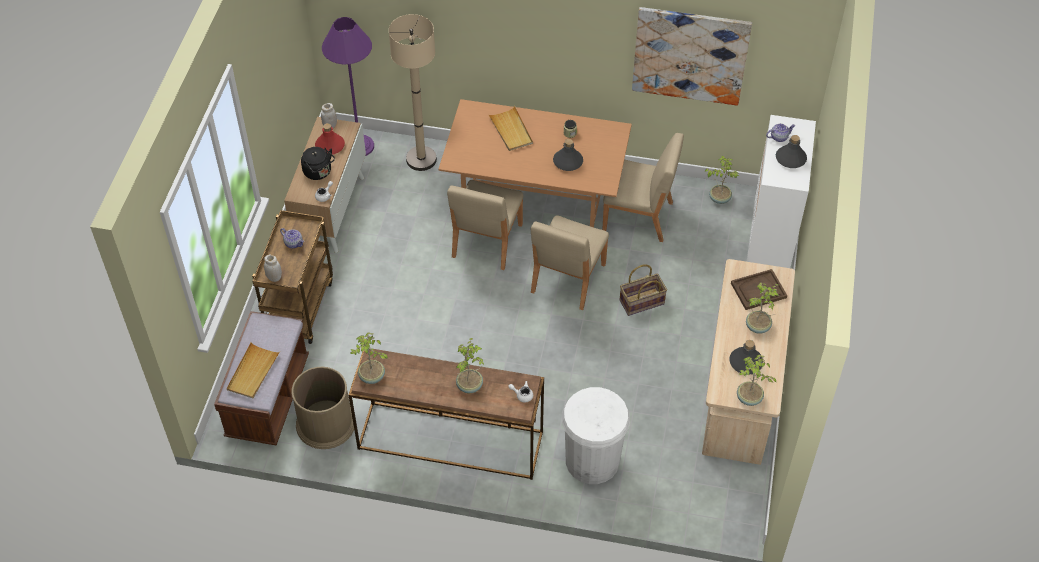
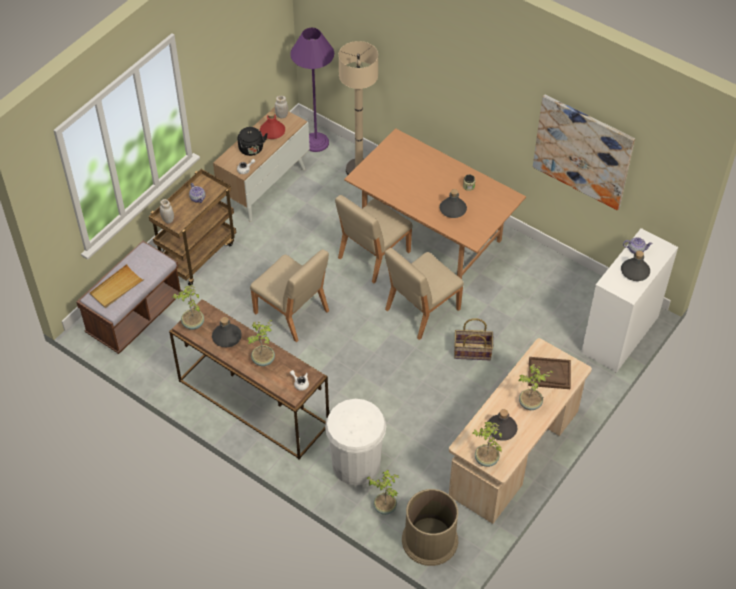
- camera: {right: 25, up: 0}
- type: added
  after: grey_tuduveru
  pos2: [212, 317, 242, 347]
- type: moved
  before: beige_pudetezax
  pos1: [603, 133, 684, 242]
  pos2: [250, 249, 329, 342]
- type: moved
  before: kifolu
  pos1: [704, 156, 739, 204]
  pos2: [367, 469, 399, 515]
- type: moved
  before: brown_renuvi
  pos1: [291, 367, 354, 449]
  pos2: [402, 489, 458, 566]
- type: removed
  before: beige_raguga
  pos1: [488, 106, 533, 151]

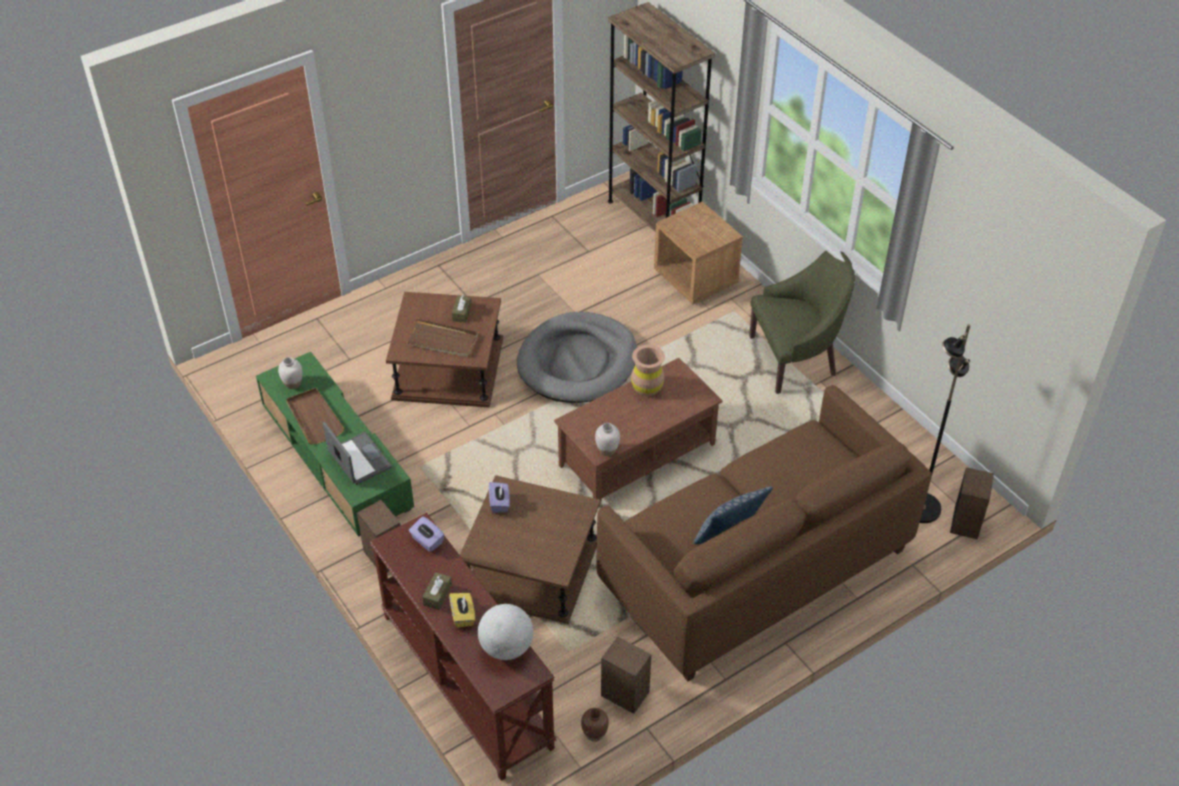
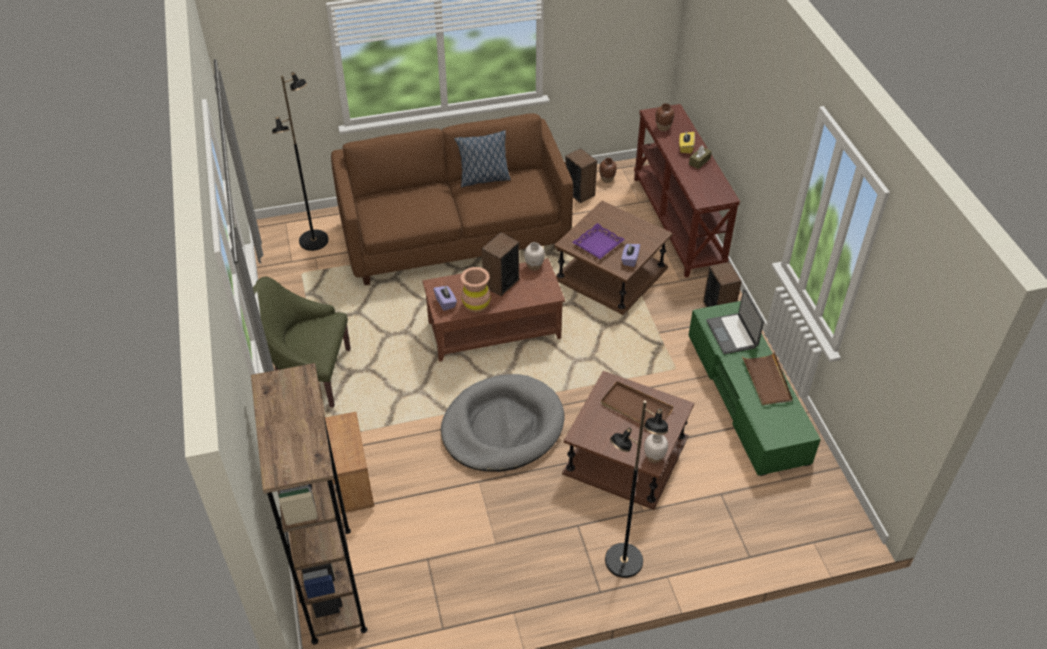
- camera: {right: -160, up: 0}
- type: moved
  before: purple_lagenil
  pos1: [409, 517, 444, 552]
  pos2: [434, 285, 457, 311]
- type: moved
  before: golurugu
  pos1: [950, 467, 994, 539]
  pos2: [482, 232, 519, 296]
- type: added
  after: purple_raguga
  pos2: [572, 223, 625, 259]
- type: added
  after: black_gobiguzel
  pos2: [605, 400, 668, 578]
- type: moved
  before: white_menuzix
  pos1: [278, 357, 302, 389]
  pos2: [644, 434, 668, 463]
- type: replaced
  before: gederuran
  after: brown_menuzix
  pos1: [478, 604, 533, 660]
  pos2: [655, 103, 674, 131]
- type: removed
  before: brown_lagenil
  pos1: [452, 295, 472, 323]

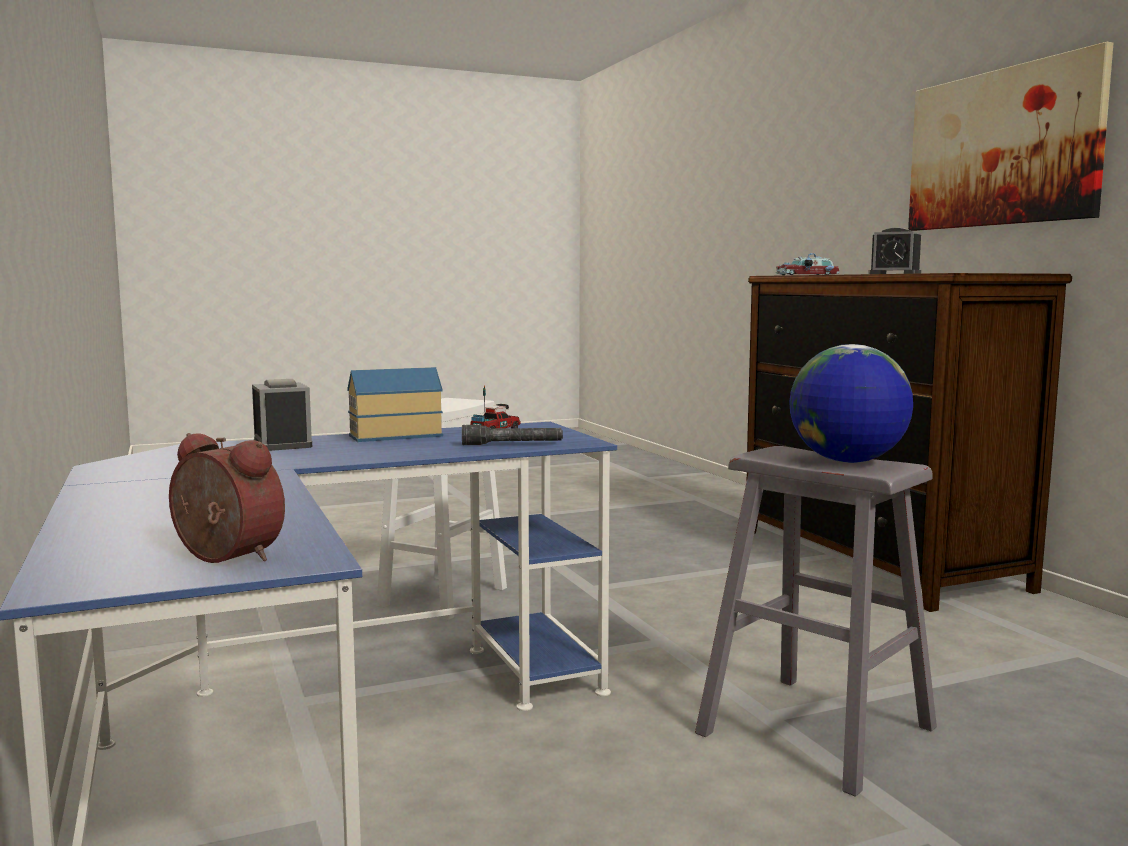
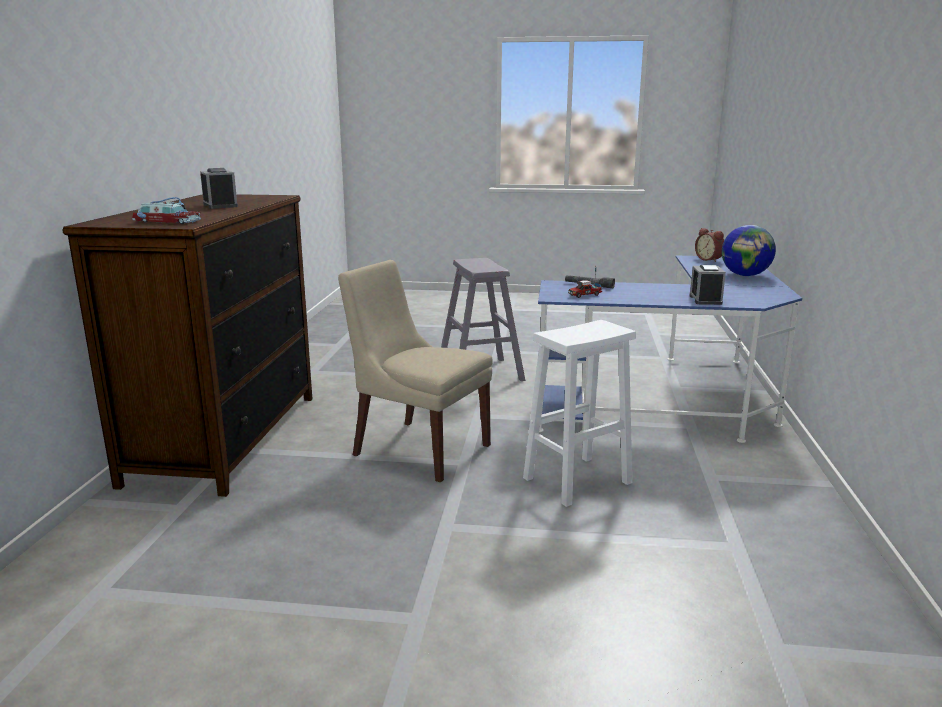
- camera: {right: -150, up: 10}
- type: added
  after: beige_pudetezax
  pos2: [338, 260, 493, 482]
- type: moved
  before: gederuran
  pos1: [789, 344, 913, 463]
  pos2: [722, 225, 776, 276]
- type: removed
  before: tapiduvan
  pos1: [347, 367, 443, 442]
- type: removed
  before: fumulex
  pos1: [908, 42, 1113, 231]

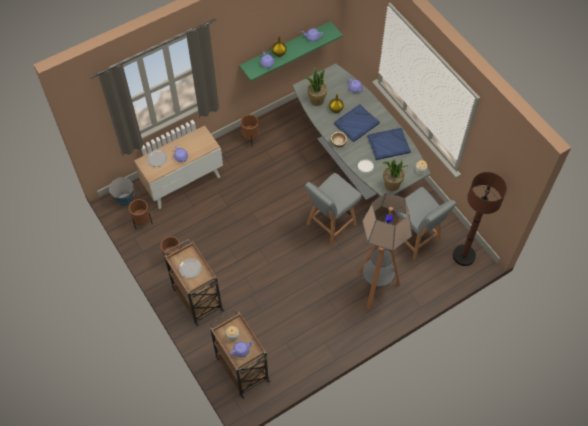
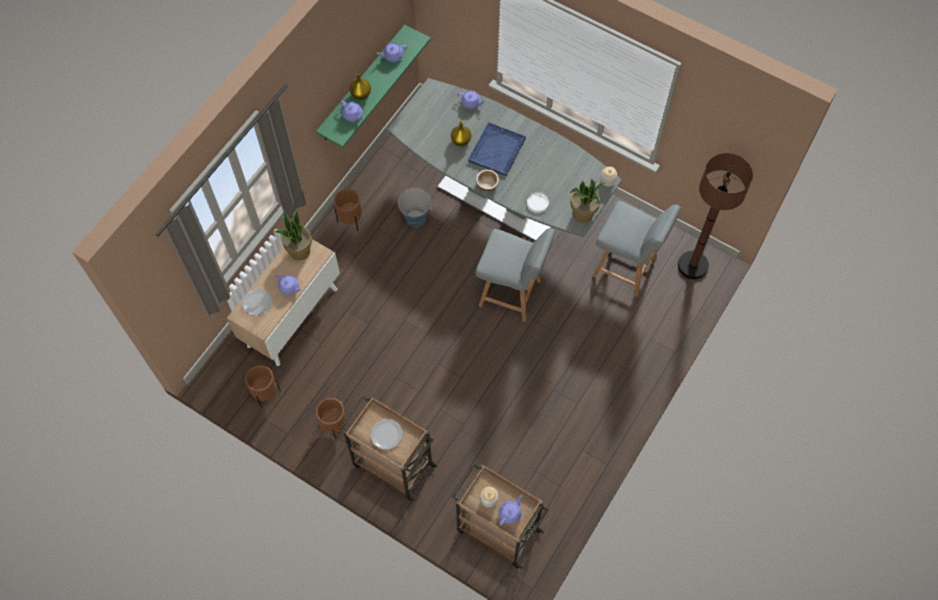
- camera: {right: -25, up: 5}
- type: moved
  before: kifolu
  pos1: [306, 66, 327, 106]
  pos2: [275, 210, 312, 261]
- type: moved
  before: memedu
  pos1: [109, 177, 135, 206]
  pos2: [398, 188, 432, 227]
- type: turned
  before: grey_pudetezax
  pos1: [305, 173, 362, 246]
  pos2: [476, 229, 555, 322]
  turn: -90
- type: removed
  before: gobiguzel
  pos1: [358, 193, 412, 309]
- type: removed
  before: blue_raguga
  pos1: [367, 128, 411, 160]

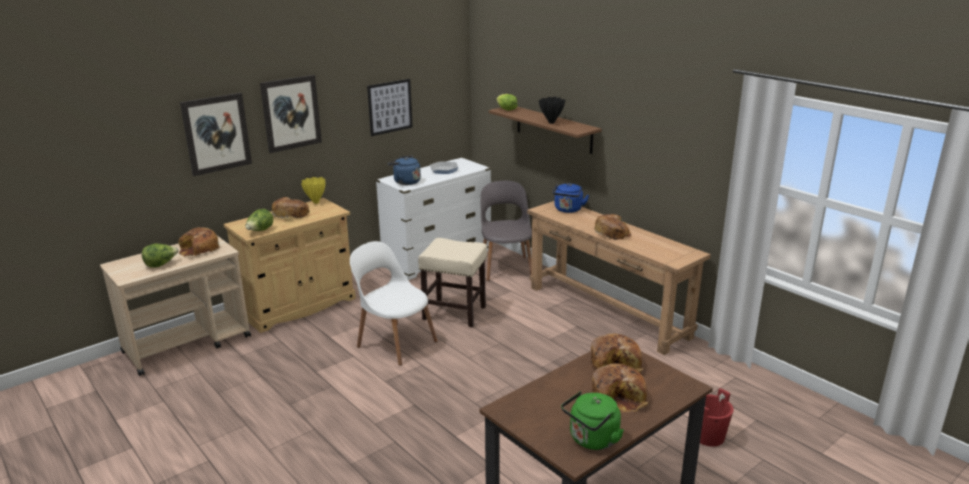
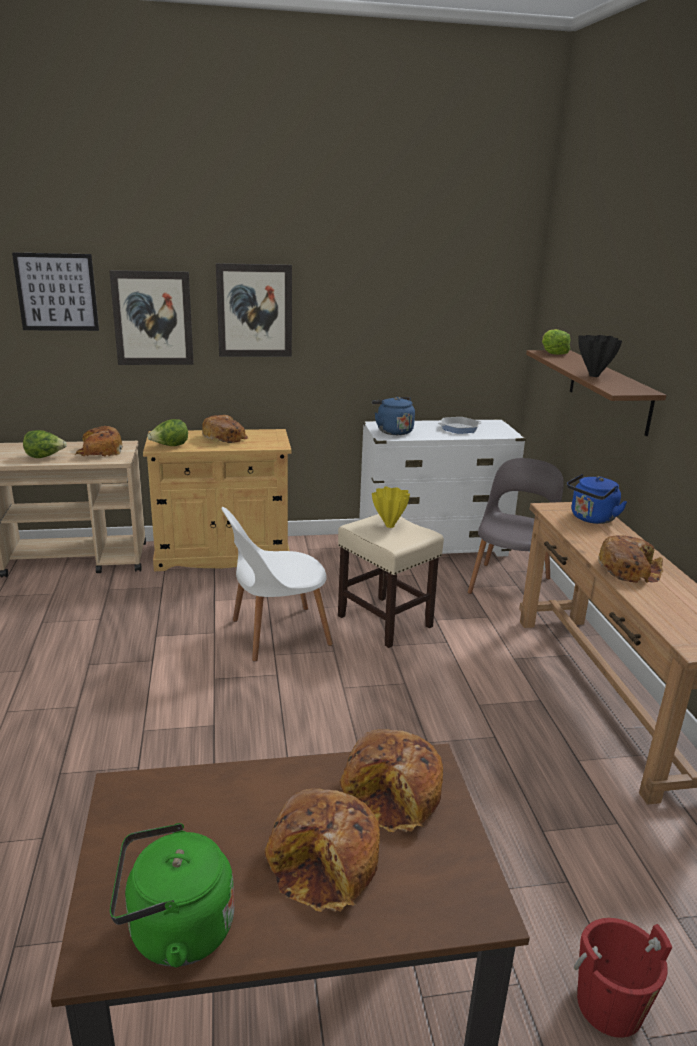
- camera: {right: 30, up: 0}
- type: moved
  before: fumulex
  pos1: [367, 79, 413, 136]
  pos2: [12, 252, 99, 331]
- type: turned
  before: white_pudetezax
  pos1: [350, 241, 438, 366]
  pos2: [221, 507, 333, 661]
  turn: -90
- type: moved
  before: yellow_menuzix
  pos1: [301, 177, 325, 204]
  pos2: [372, 486, 410, 528]

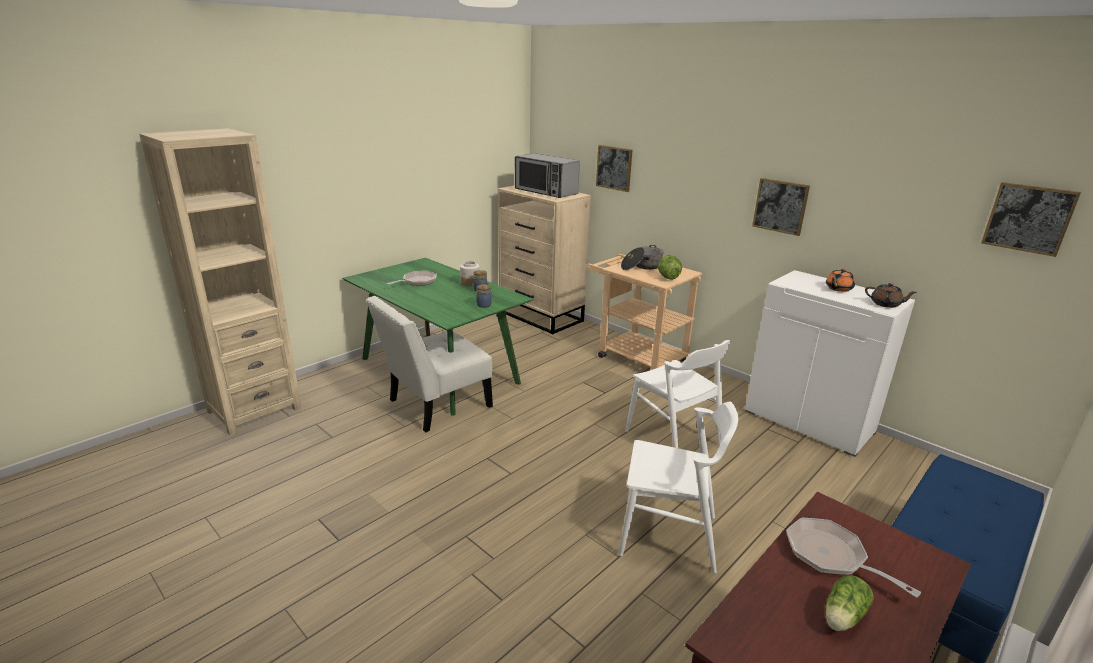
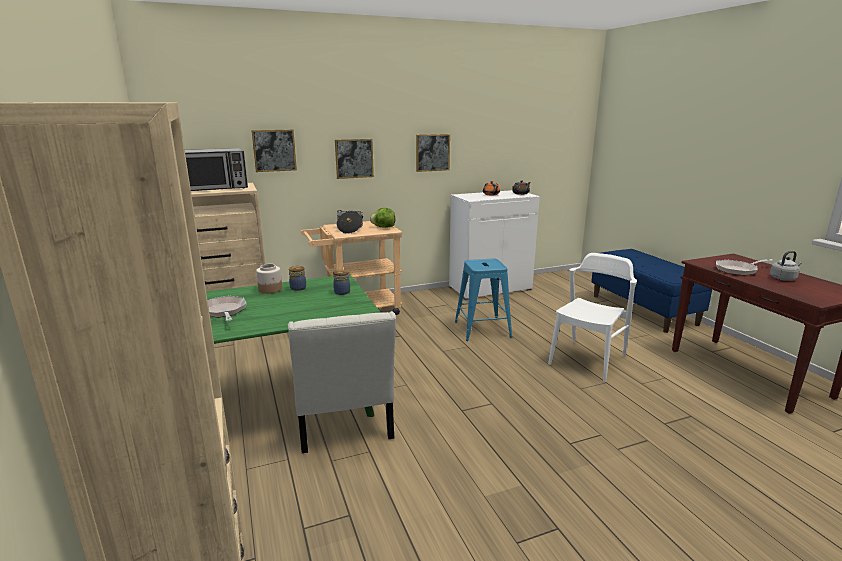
- camera: {right: -65, up: -5}
- type: moved
  before: fumulex
  pos1: [981, 182, 1081, 257]
  pos2: [335, 139, 374, 179]
- type: replaced
  before: white_pudetezax
  after: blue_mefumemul
  pos1: [625, 340, 731, 448]
  pos2: [455, 259, 512, 341]
- type: replaced
  before: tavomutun
  after: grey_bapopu
  pos1: [825, 576, 874, 631]
  pos2: [770, 251, 802, 281]

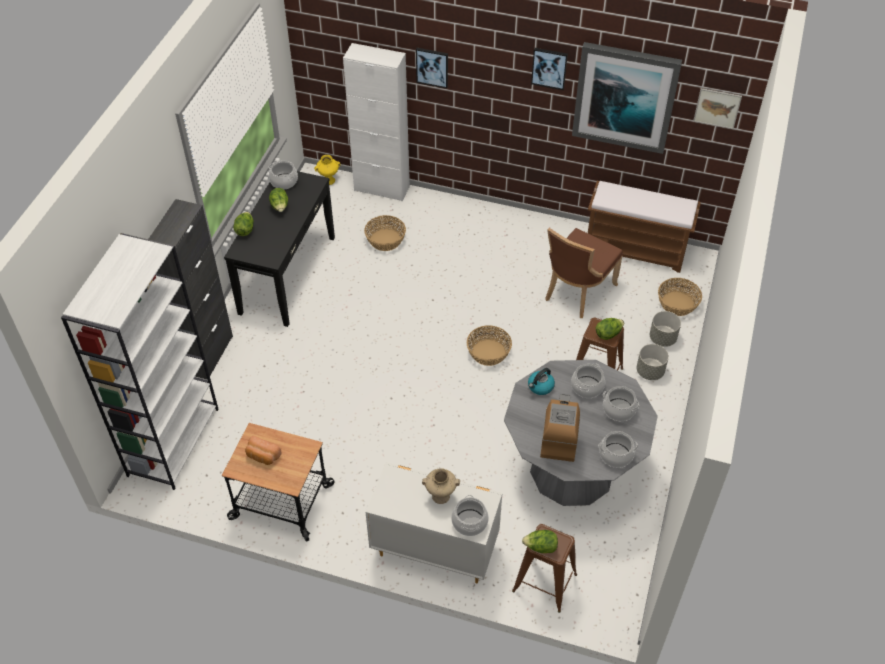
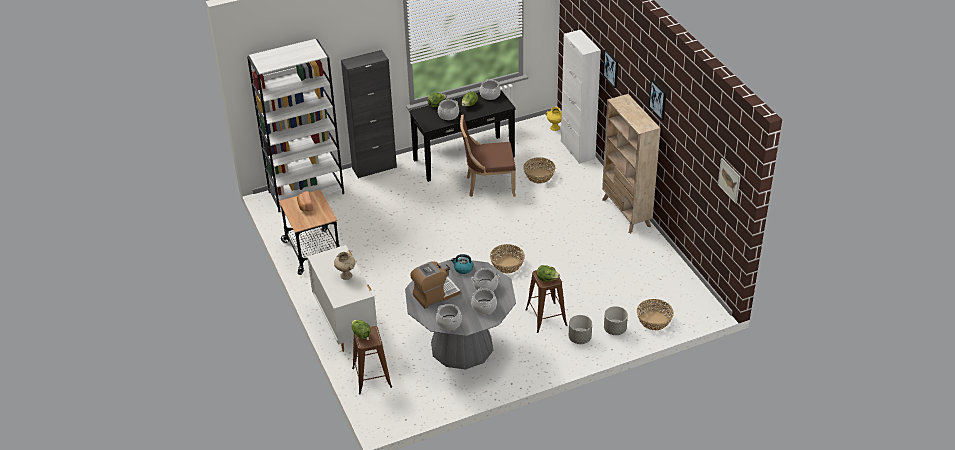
- camera: {right: 50, up: -10}
- type: moved
  before: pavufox
  pos1: [451, 495, 489, 536]
  pos2: [438, 99, 459, 120]
- type: moved
  before: brown_pudetezax
  pos1: [545, 228, 623, 318]
  pos2: [460, 115, 516, 197]
- type: added
  after: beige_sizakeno
  pos2: [602, 94, 661, 233]
- type: removed
  before: fumulex
  pos1: [572, 42, 682, 154]
- type: removed
  before: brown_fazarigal
  pos1: [588, 181, 701, 273]

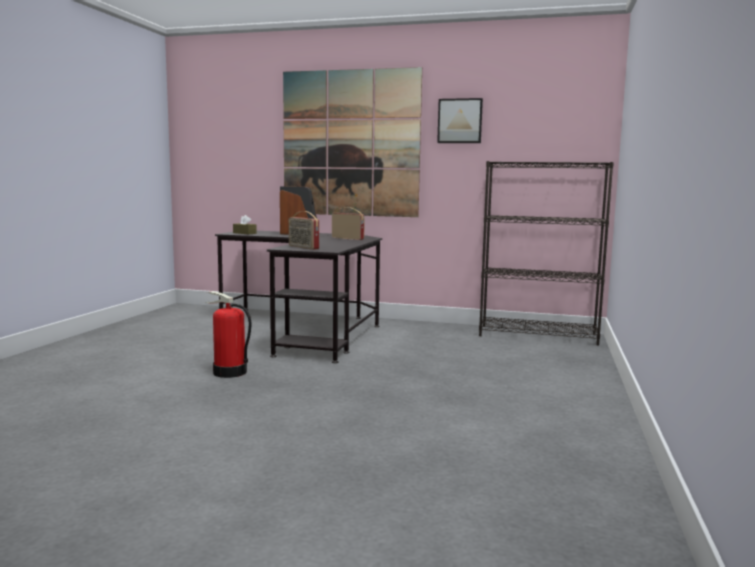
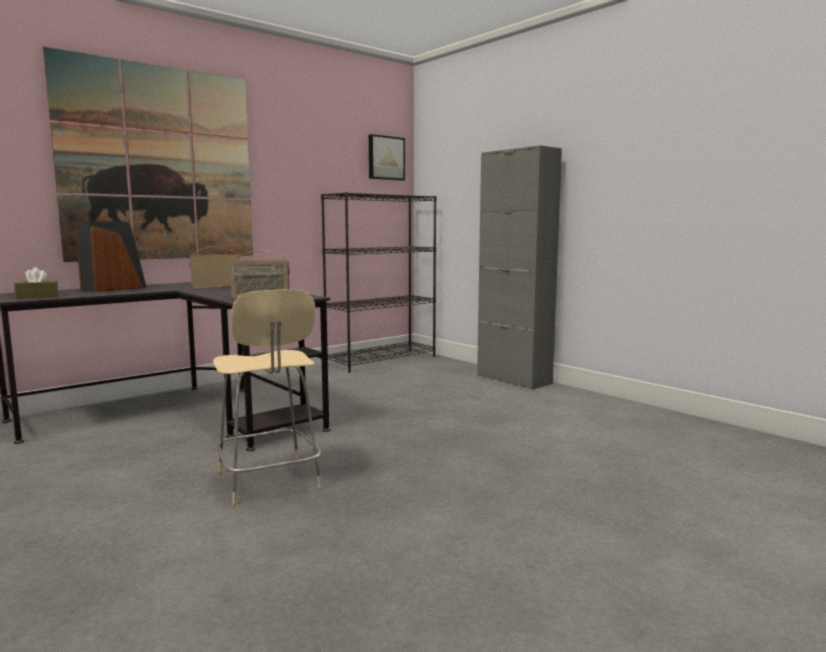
- camera: {right: -55, up: 0}
- type: replaced
  before: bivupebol
  after: beige_pudetezax
  pos1: [205, 291, 251, 378]
  pos2: [213, 289, 322, 505]
- type: moved
  before: fumulex
  pos1: [437, 98, 483, 143]
  pos2: [369, 134, 405, 181]
- type: added
  after: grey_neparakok
  pos2: [477, 145, 562, 390]

